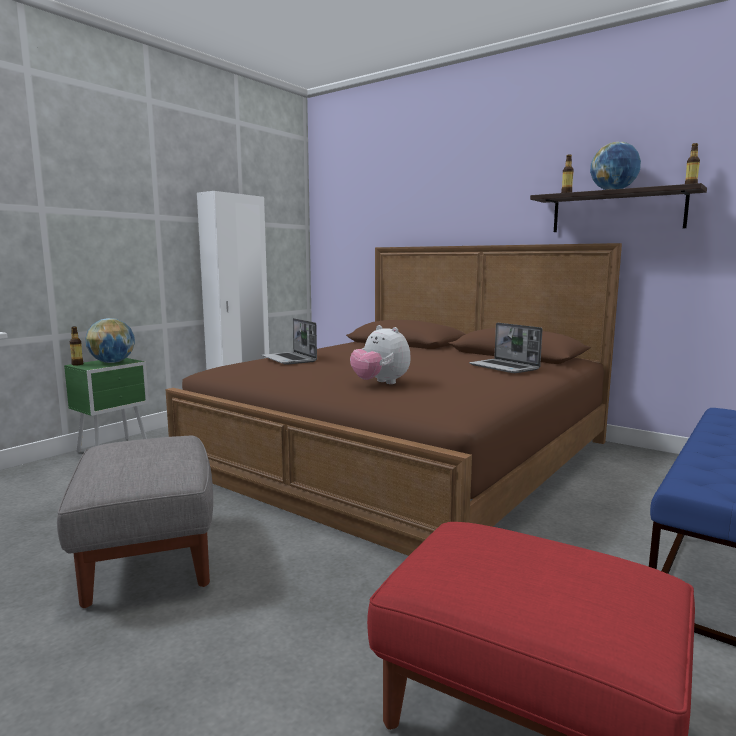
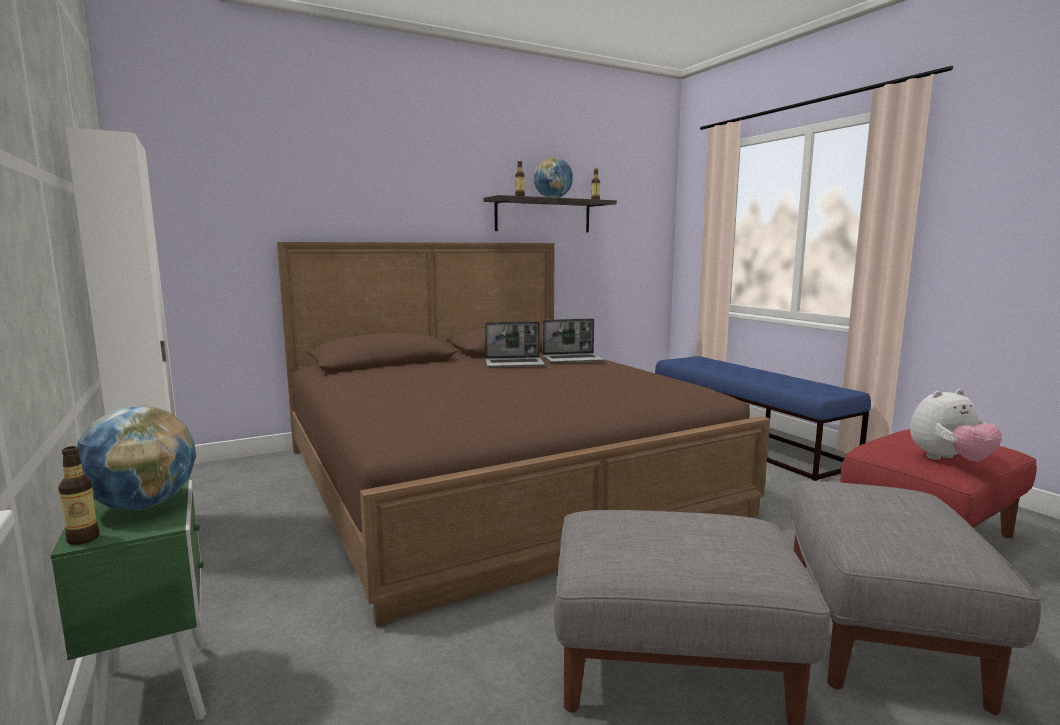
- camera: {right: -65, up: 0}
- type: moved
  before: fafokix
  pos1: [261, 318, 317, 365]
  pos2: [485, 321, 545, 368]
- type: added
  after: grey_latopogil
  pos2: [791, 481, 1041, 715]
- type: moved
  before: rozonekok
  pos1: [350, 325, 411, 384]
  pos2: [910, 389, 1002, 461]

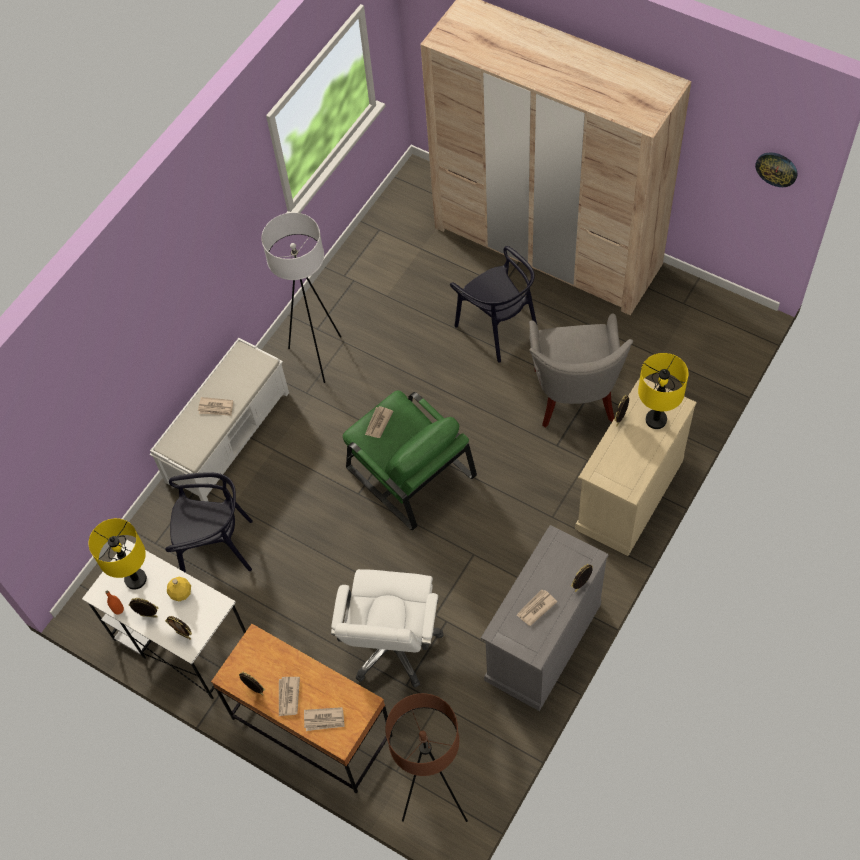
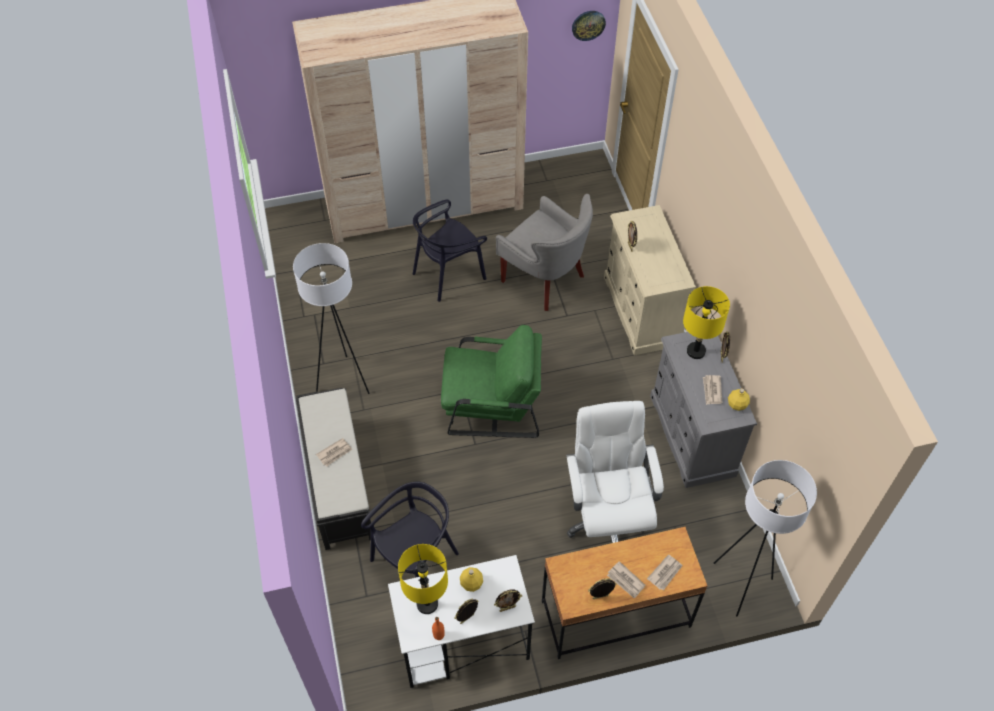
- camera: {right: -50, up: -5}
- type: recoloured
  before: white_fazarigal
  after: black_fazarigal
  pos1: [150, 338, 289, 502]
  pos2: [296, 388, 371, 550]
- type: turned
  before: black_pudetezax
  pos1: [450, 246, 537, 362]
  pos2: [413, 200, 487, 302]
  turn: 135
- type: turned
  before: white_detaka
  pos1: [331, 569, 444, 688]
  pos2: [566, 401, 664, 543]
  turn: -150
- type: moved
  before: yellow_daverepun
  pos1: [638, 353, 688, 429]
  pos2: [683, 286, 730, 359]
- type: recoloured
  before: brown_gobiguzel
  after: white_gobiguzel
  pos1: [385, 693, 468, 822]
  pos2: [714, 460, 817, 616]
- type: added
  after: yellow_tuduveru
  pos2: [728, 388, 750, 411]
- type: removed
  before: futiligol
  pos1: [365, 406, 393, 438]

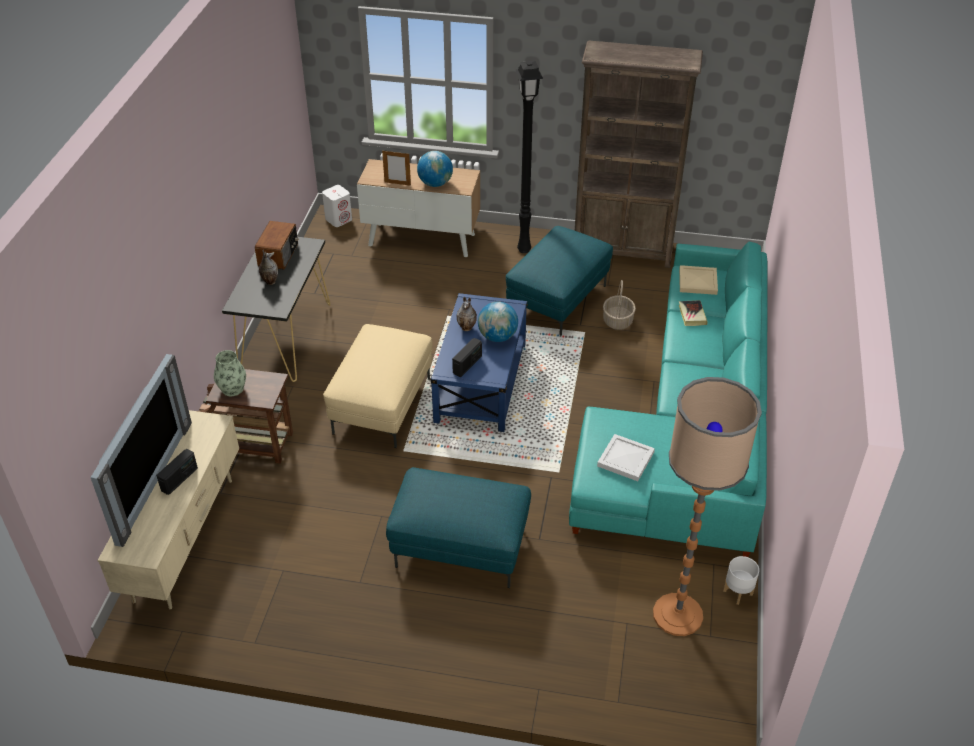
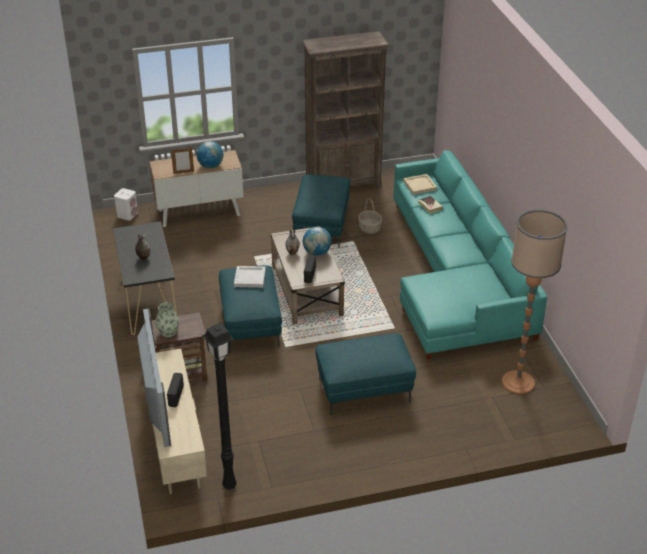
- camera: {right: -25, up: -5}
- type: moved
  before: black_gobiguzel
  pos1: [516, 61, 543, 253]
  pos2: [202, 323, 236, 490]
- type: recoloured
  before: beige_latopogil
  after: turquoise_latopogil
  pos1: [323, 324, 433, 448]
  pos2: [219, 265, 282, 352]
- type: moved
  before: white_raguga
  pos1: [597, 434, 655, 481]
  pos2: [234, 266, 266, 288]
- type: recoloured
  before: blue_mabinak
  after: beige_mabinak
  pos1: [430, 293, 528, 432]
  pos2: [270, 226, 345, 324]
- type: removed
  before: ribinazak
  pos1: [255, 221, 298, 270]
- type: removed
  before: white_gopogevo
  pos1: [723, 556, 759, 605]

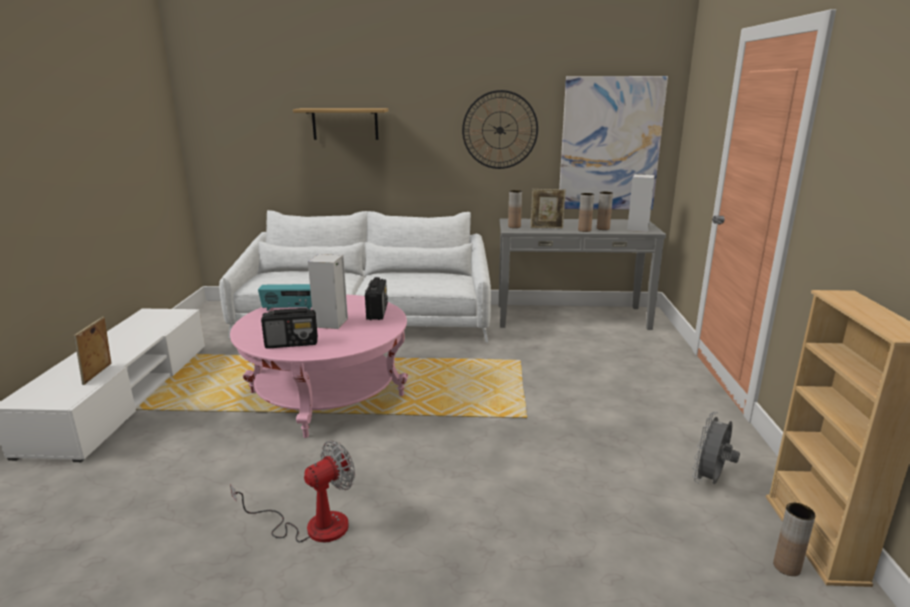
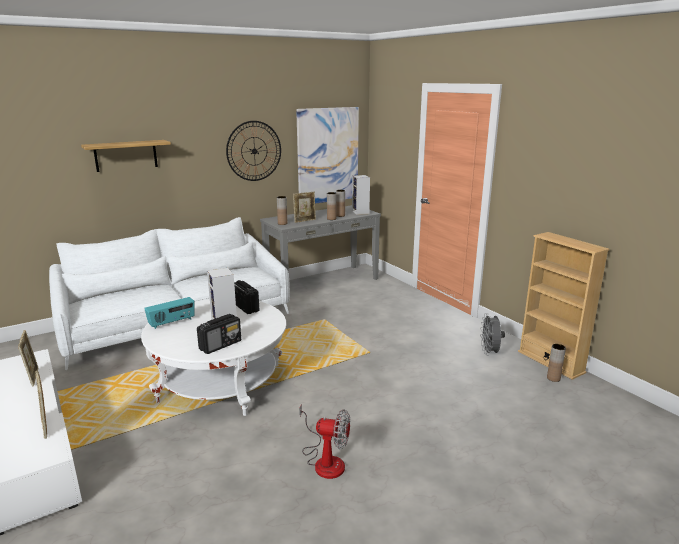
- camera: {right: -35, up: 0}
- type: added
  after: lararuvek
  pos2: [18, 330, 38, 387]
- type: recoloured
  before: pink_mabinak
  after: white_mabinak
  pos1: [230, 294, 408, 438]
  pos2: [141, 299, 286, 416]
- type: turned
  before: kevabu
  pos1: [230, 441, 355, 542]
  pos2: [299, 404, 350, 479]
  turn: 90

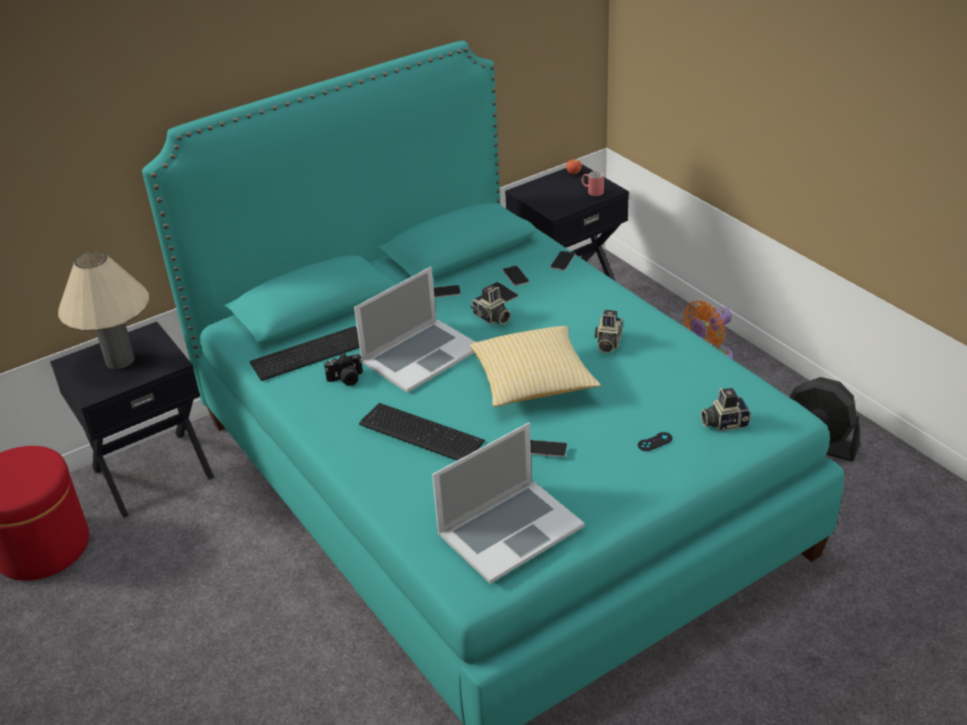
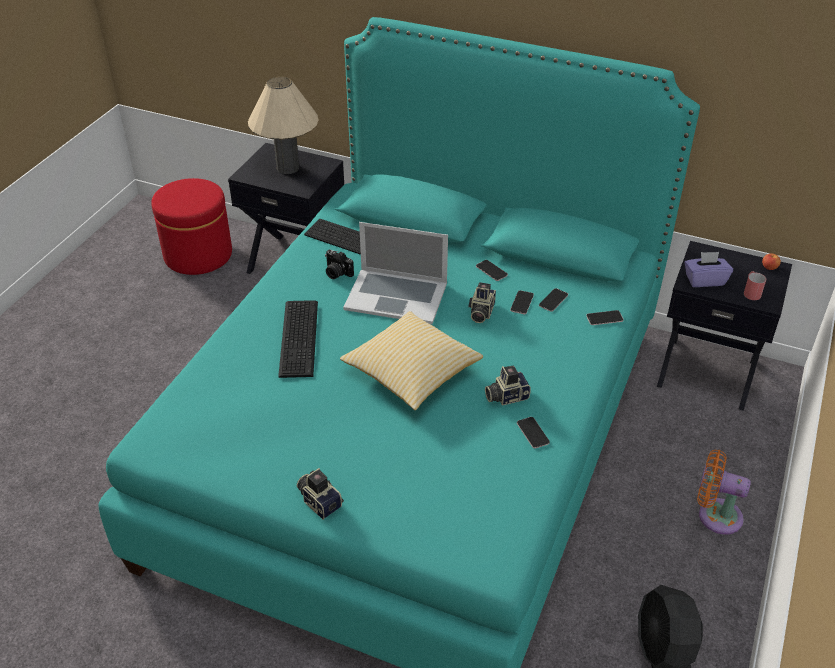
- camera: {right: 55, up: 5}
- type: moved
  before: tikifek
  pos1: [701, 388, 751, 431]
  pos2: [297, 468, 344, 520]
- type: moved
  before: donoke
  pos1: [531, 440, 567, 457]
  pos2: [517, 417, 550, 448]
- type: added
  after: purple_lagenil
  pos2: [684, 252, 733, 287]
- type: removed
  before: fafokix
  pos1: [432, 422, 585, 584]
- type: removed
  before: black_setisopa
  pos1: [638, 432, 673, 451]

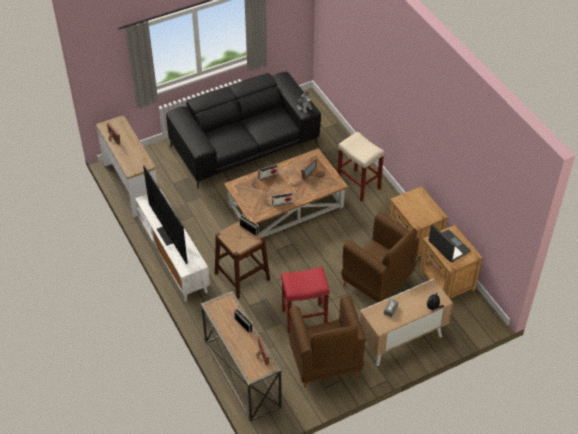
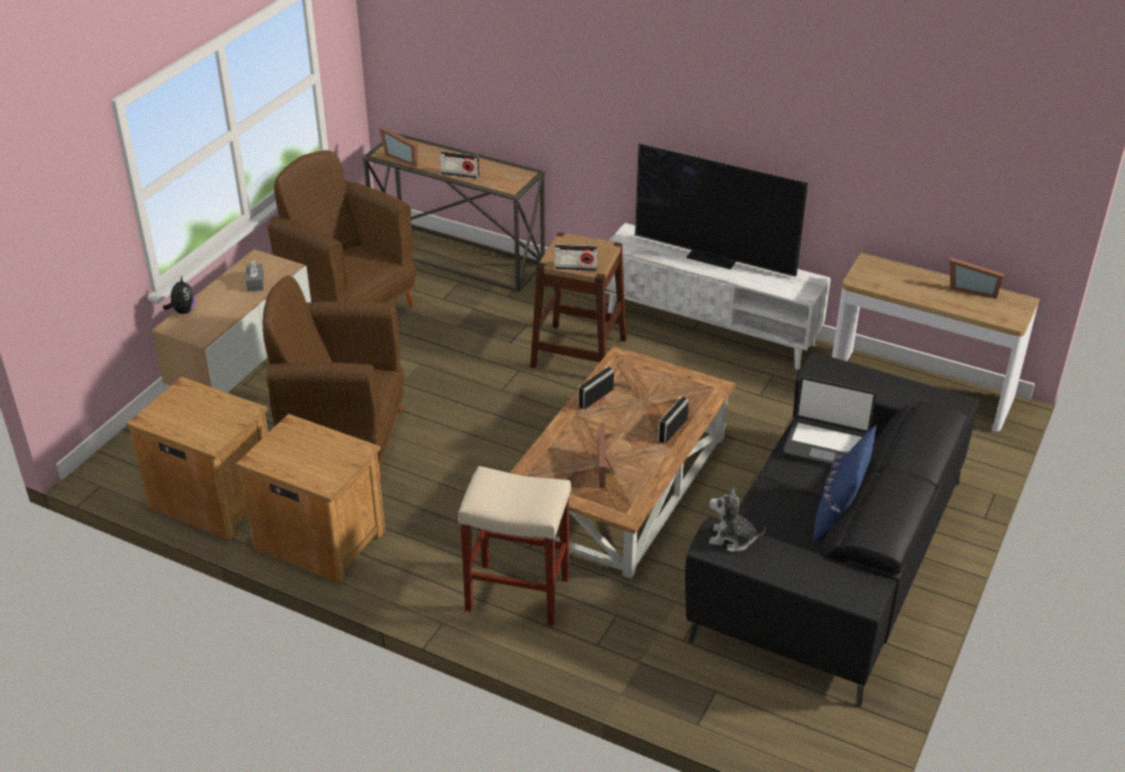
- camera: {right: 145, up: -10}
- type: moved
  before: fafokix
  pos1: [429, 224, 471, 262]
  pos2: [783, 376, 876, 465]
- type: added
  after: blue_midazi
  pos2: [813, 426, 876, 541]
- type: removed
  before: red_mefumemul
  pos1: [281, 267, 330, 334]

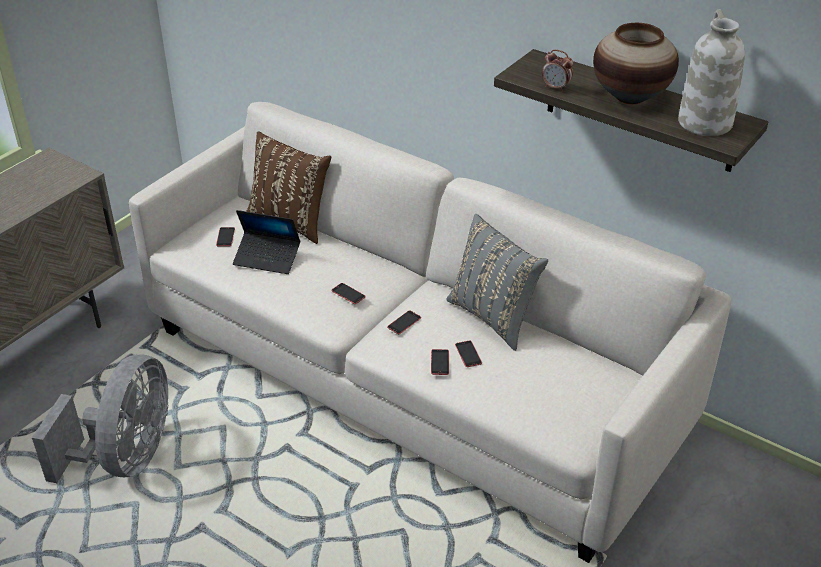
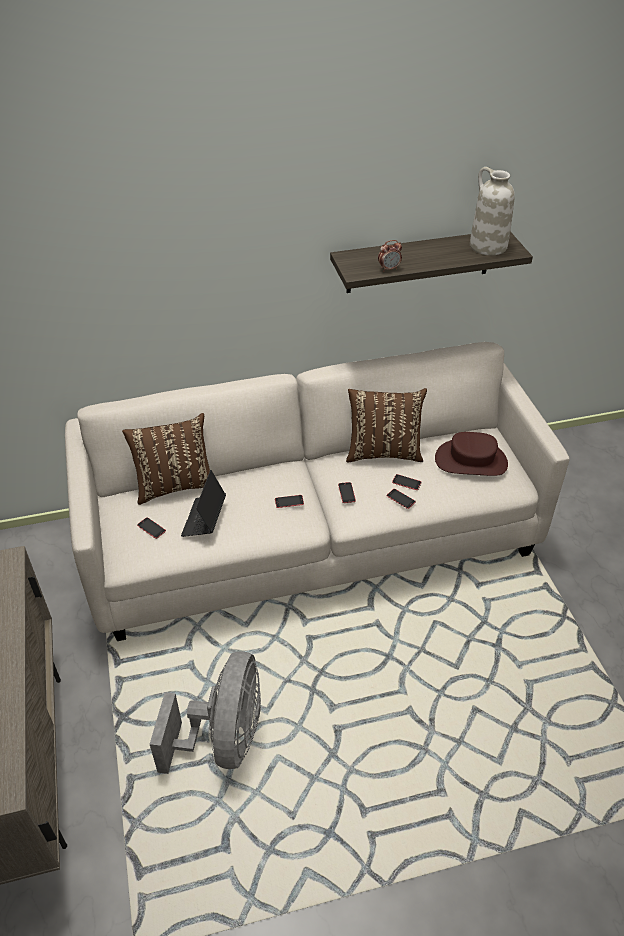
- camera: {right: -50, up: 5}
- type: turned
  before: grey_kevabu
  pos1: [32, 354, 168, 483]
  pos2: [150, 651, 261, 774]
  turn: 45
- type: turned
  before: fafokix
  pos1: [233, 210, 300, 274]
  pos2: [181, 470, 226, 537]
  turn: 135
- type: recoloured
  before: grey_midazi
  after: brown_midazi
  pos1: [446, 214, 548, 351]
  pos2: [346, 388, 427, 463]
- type: added
  after: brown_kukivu
  pos2: [435, 432, 508, 476]
- type: removed
  before: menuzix
  pos1: [593, 23, 679, 104]

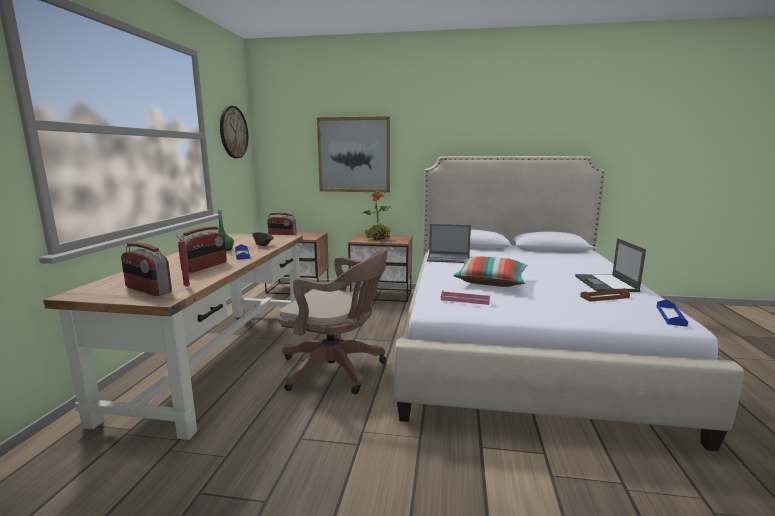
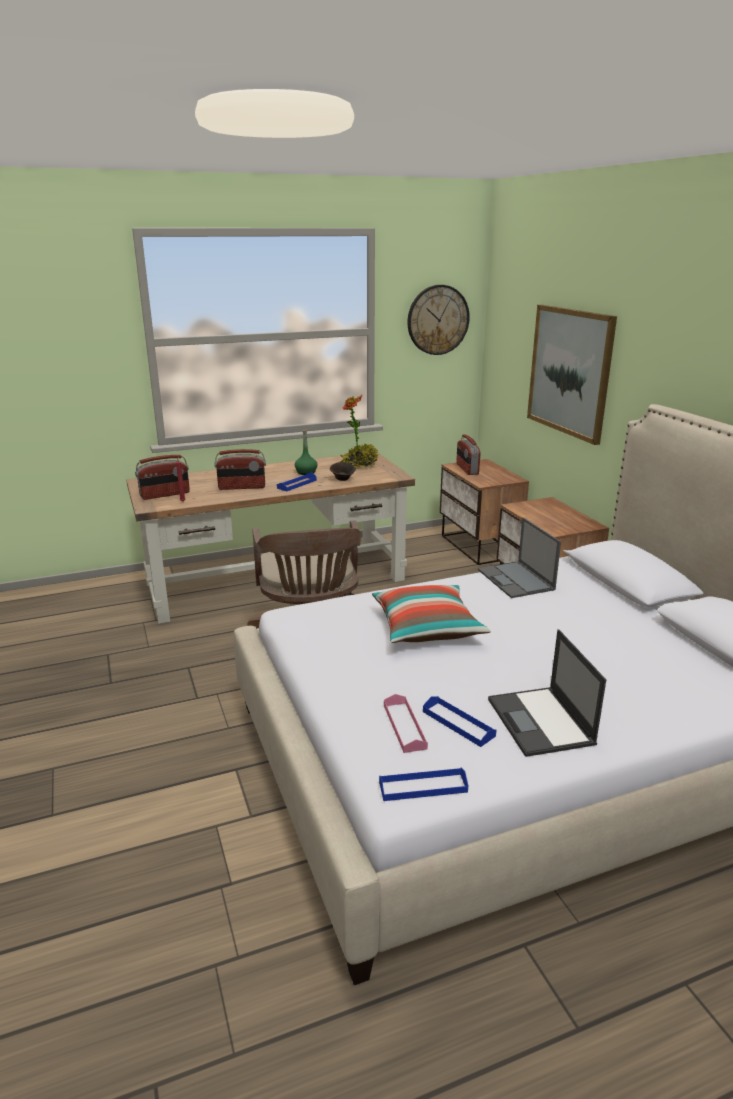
- camera: {right: 60, up: 10}
- type: turned
  before: ribinazak
  pos1: [121, 243, 172, 296]
  pos2: [135, 455, 190, 500]
  turn: -120
- type: moved
  before: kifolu
  pos1: [363, 190, 391, 241]
  pos2: [340, 394, 378, 468]
- type: moved
  before: pink_raguga
  pos1: [441, 290, 490, 305]
  pos2: [384, 694, 428, 753]
- type: recoloured
  before: brown_raguga
  after: blue_raguga
  pos1: [580, 288, 630, 302]
  pos2: [423, 696, 496, 747]
- type: turned
  before: fafokix
  pos1: [575, 238, 646, 292]
  pos2: [488, 629, 606, 757]
  turn: -75

